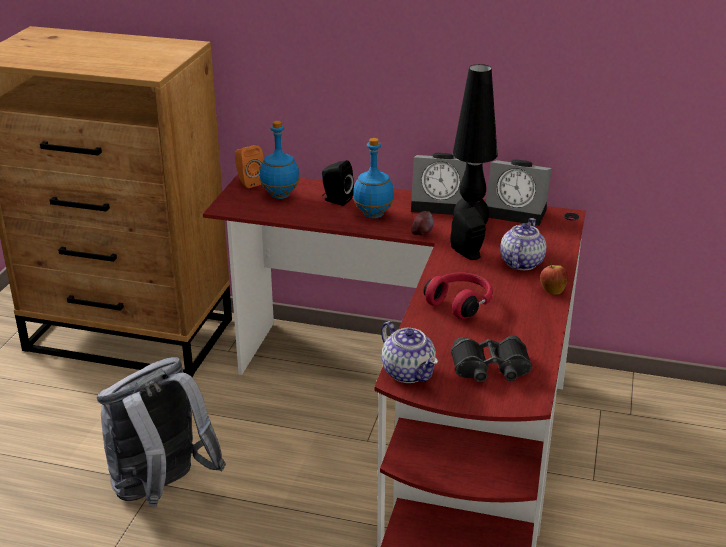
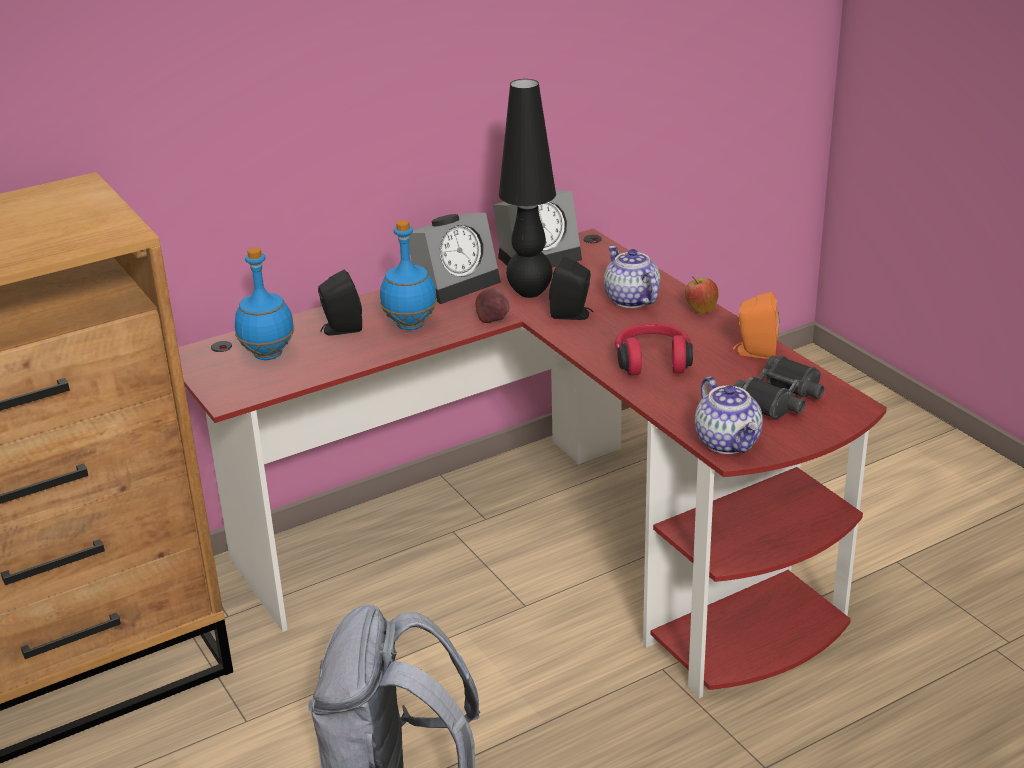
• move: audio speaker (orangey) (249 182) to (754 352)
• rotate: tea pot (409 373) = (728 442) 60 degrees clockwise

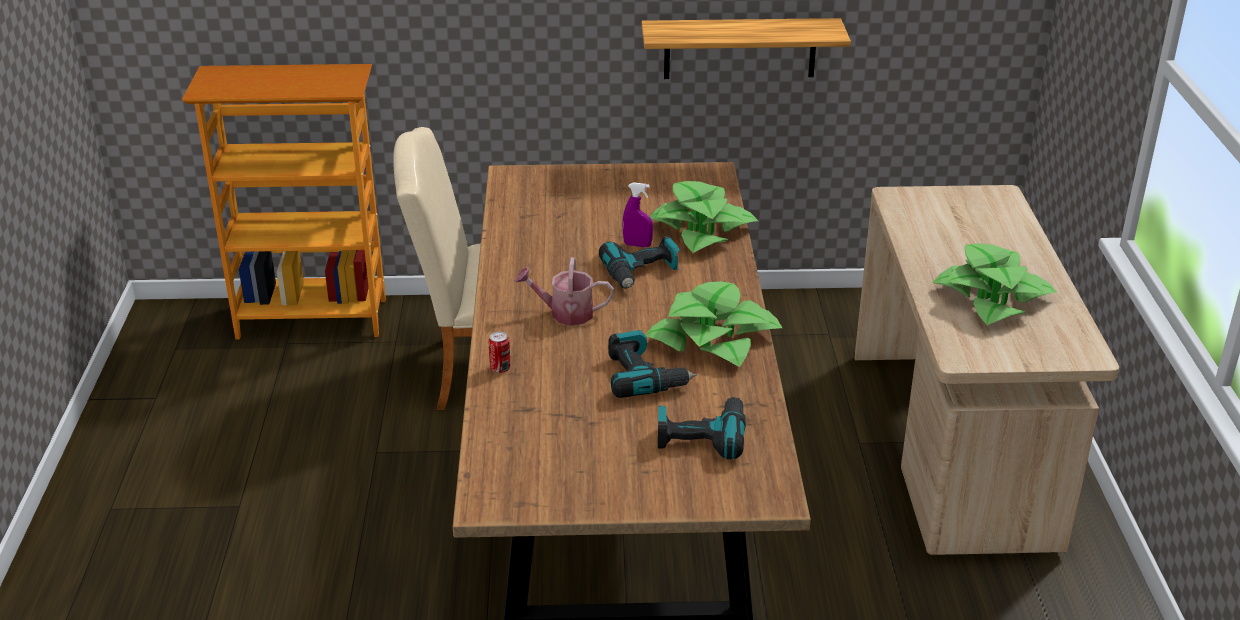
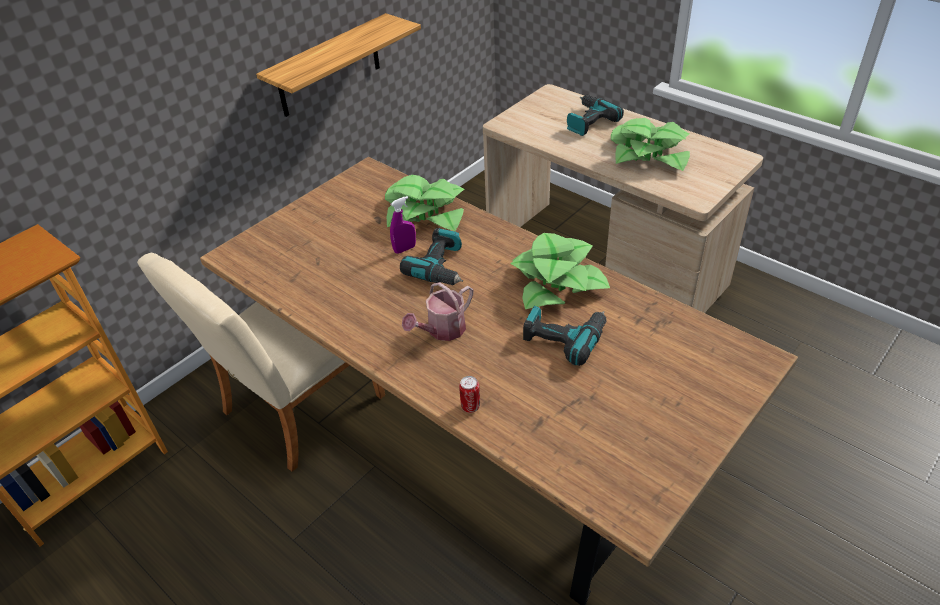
• move: power drill (701 435) to (588 121)

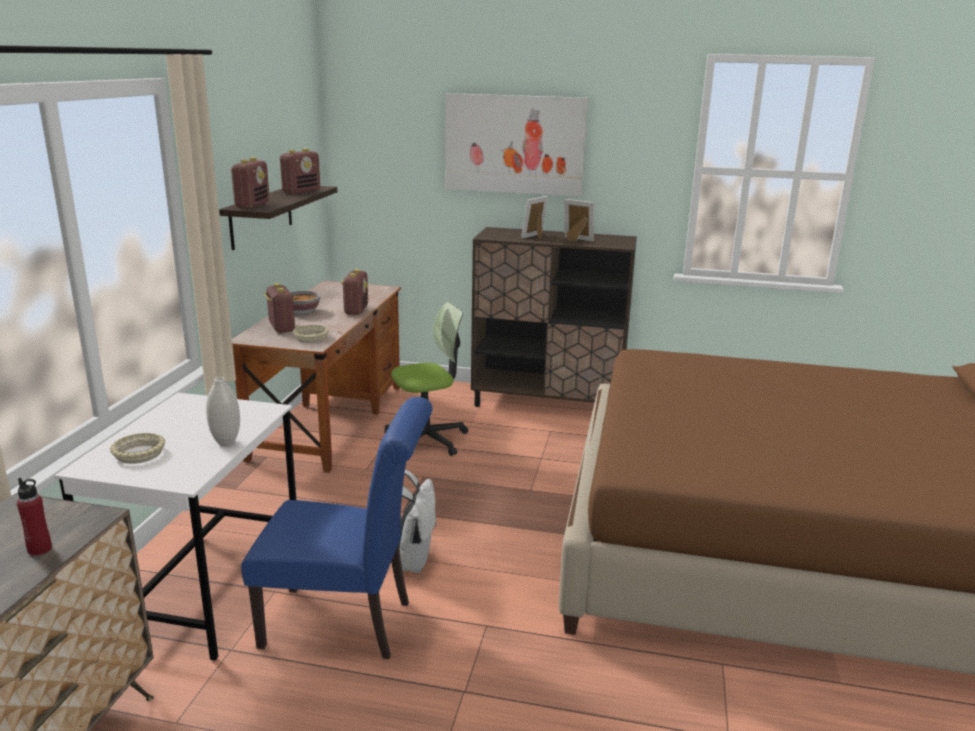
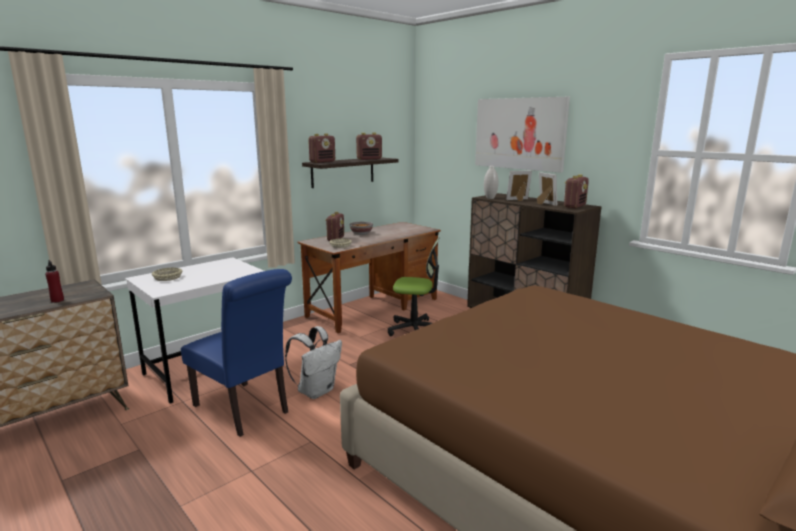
• move: flower vase (white) (226 442) to (490 198)
• move: radio set (356 310) to (574 206)

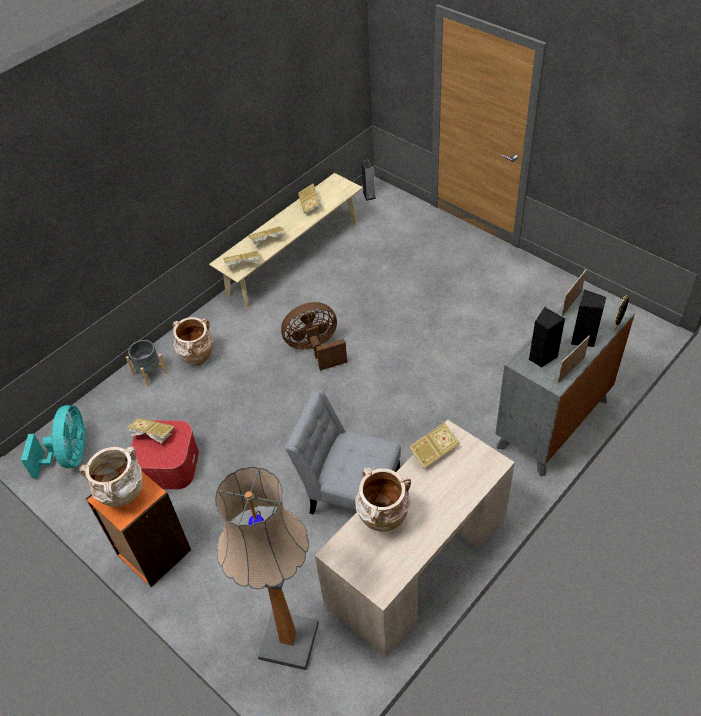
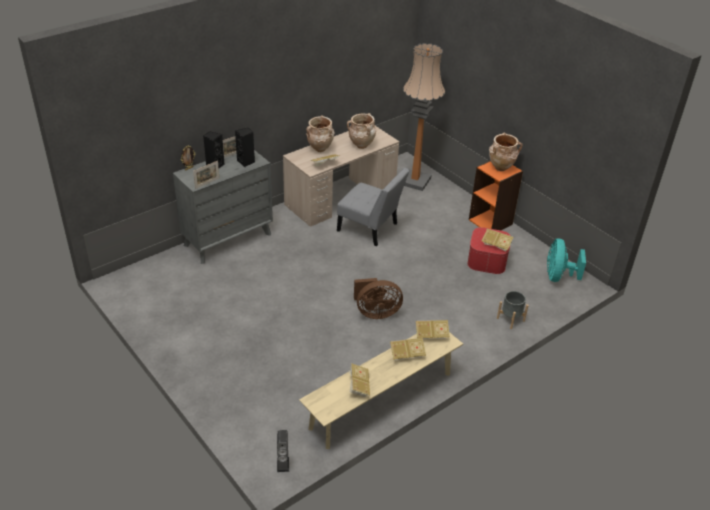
• move: flower vase (beige-coloured) (197 359) to (320 150)

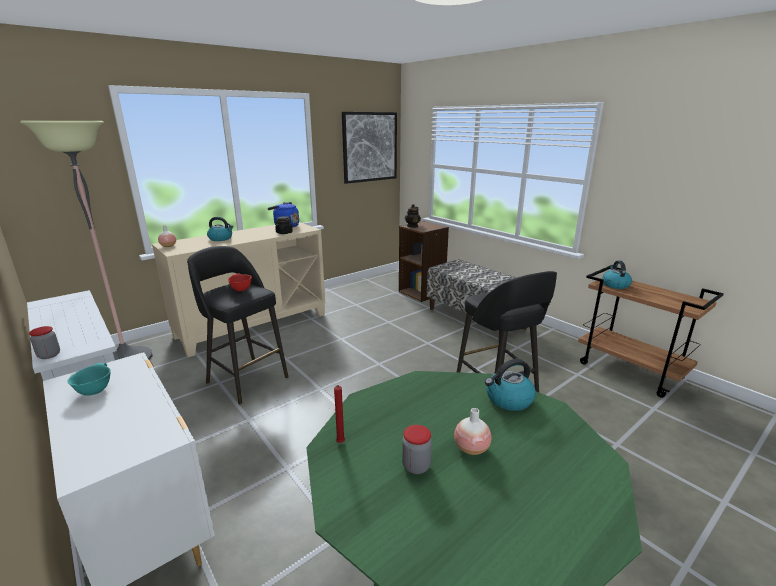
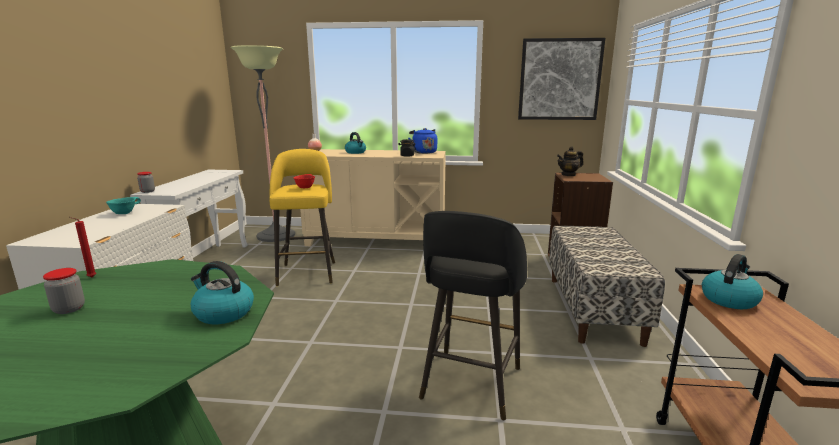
• delete: flower vase (471 448)
• recolor: sitting stool (blackish) (246 379) to sitting stool (yellowish) (307 272)

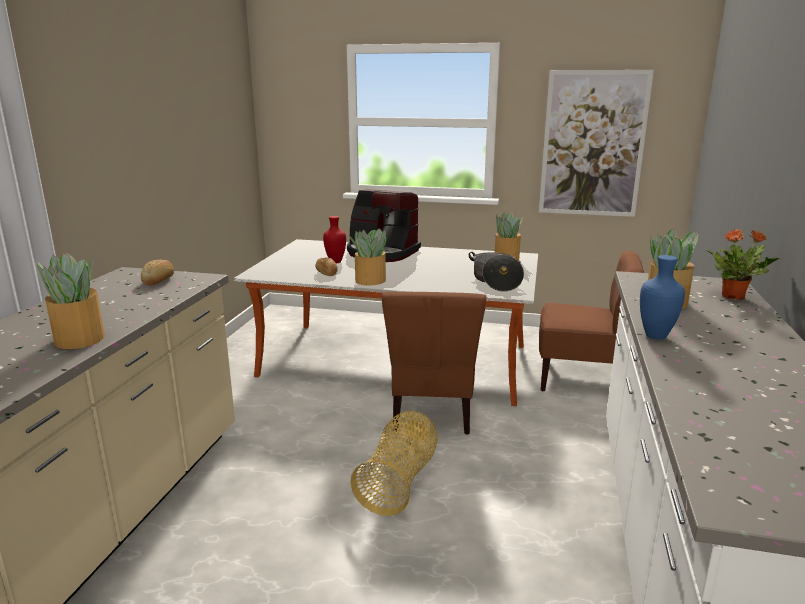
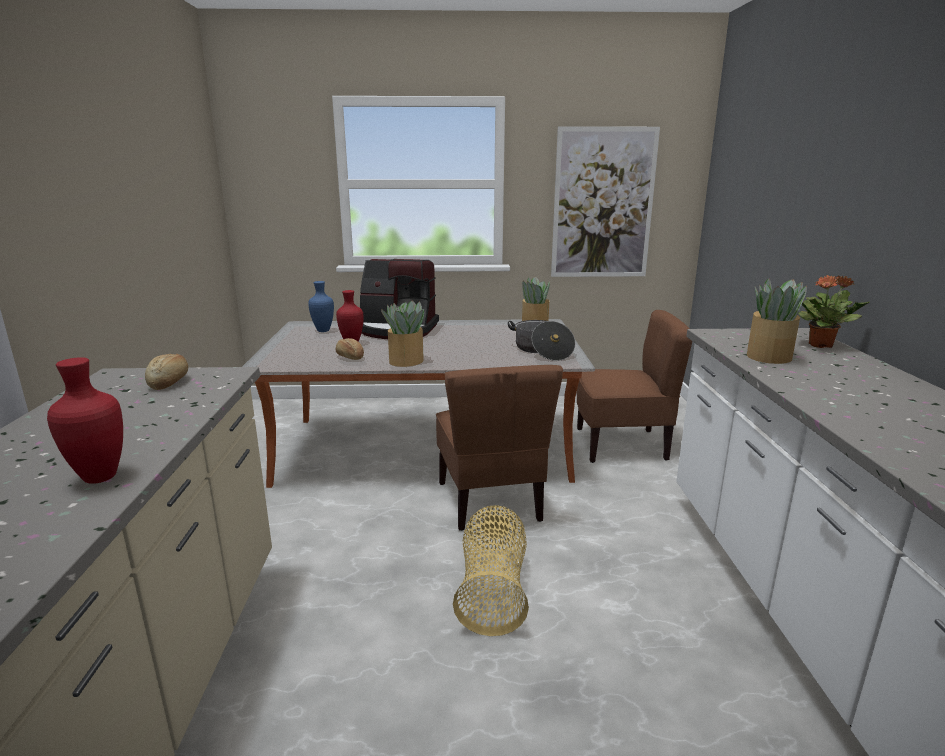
• move: flower vase (bluish) (656 337) to (323 331)
• replace: houseplant (79 339) to flower vase (reddish) (98 477)

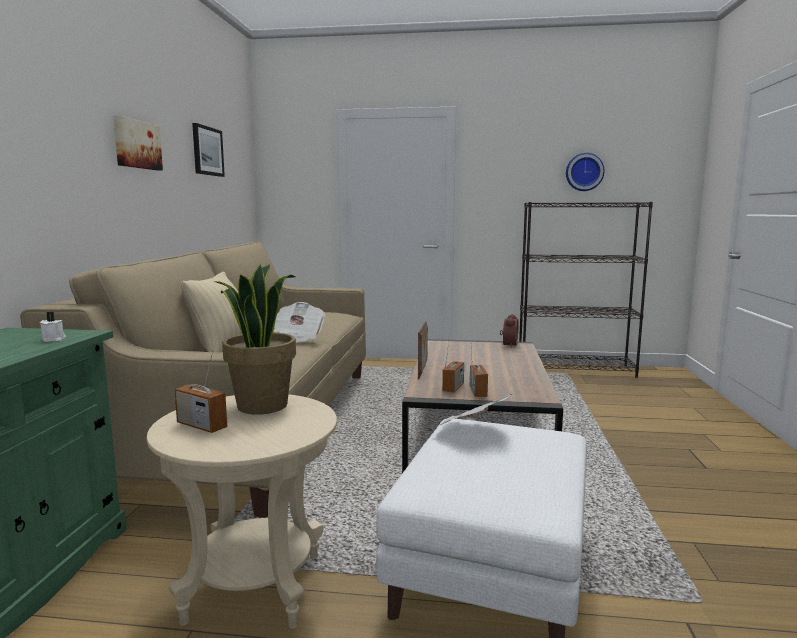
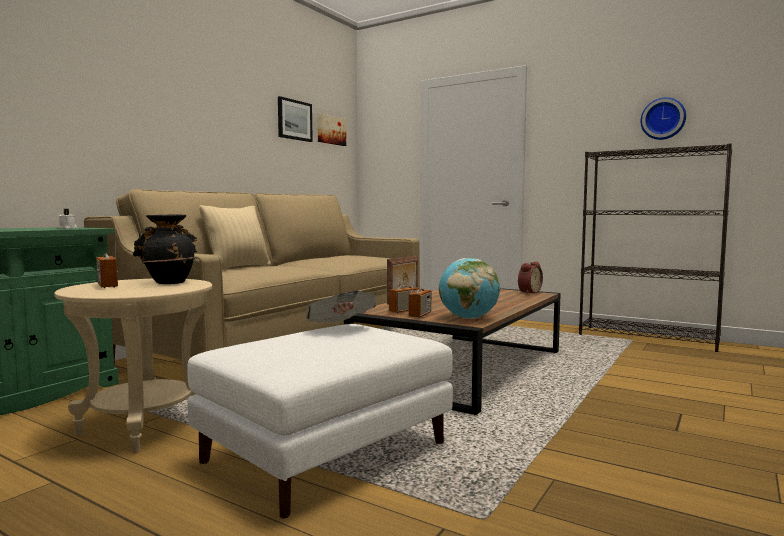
• delete: newspaper (298 337)
• insert: desk globe (468 318)
• move: wall picture (136 144) to (330 130)
• replace: houseplant (261 405) to flower vase (blackish) (169 282)

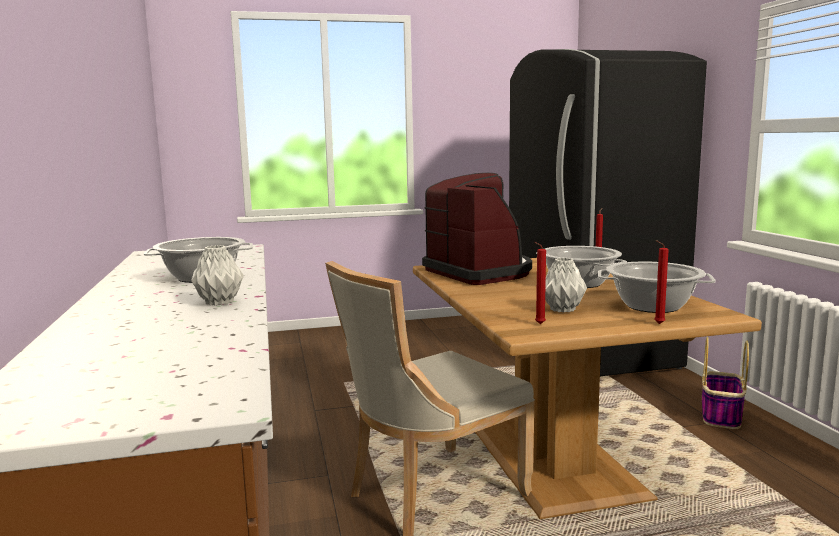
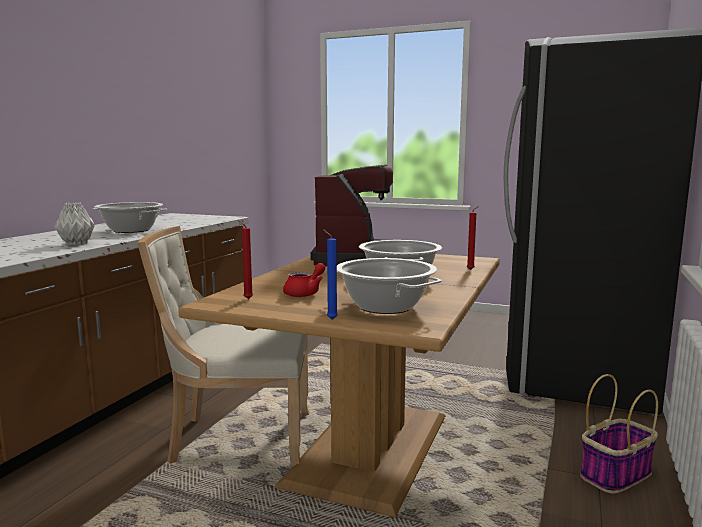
• replace: flower vase (grey) (562 309) to tea pot (reddish) (305 293)
• recolor: candle (reddish) (657 324) to candle (bluish) (330 319)

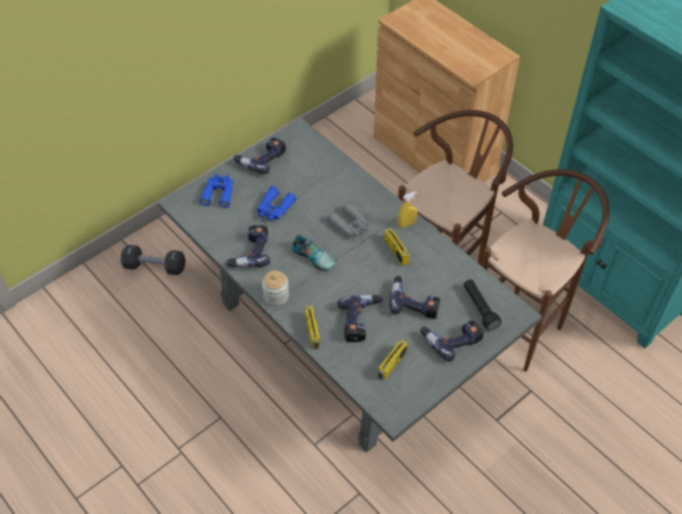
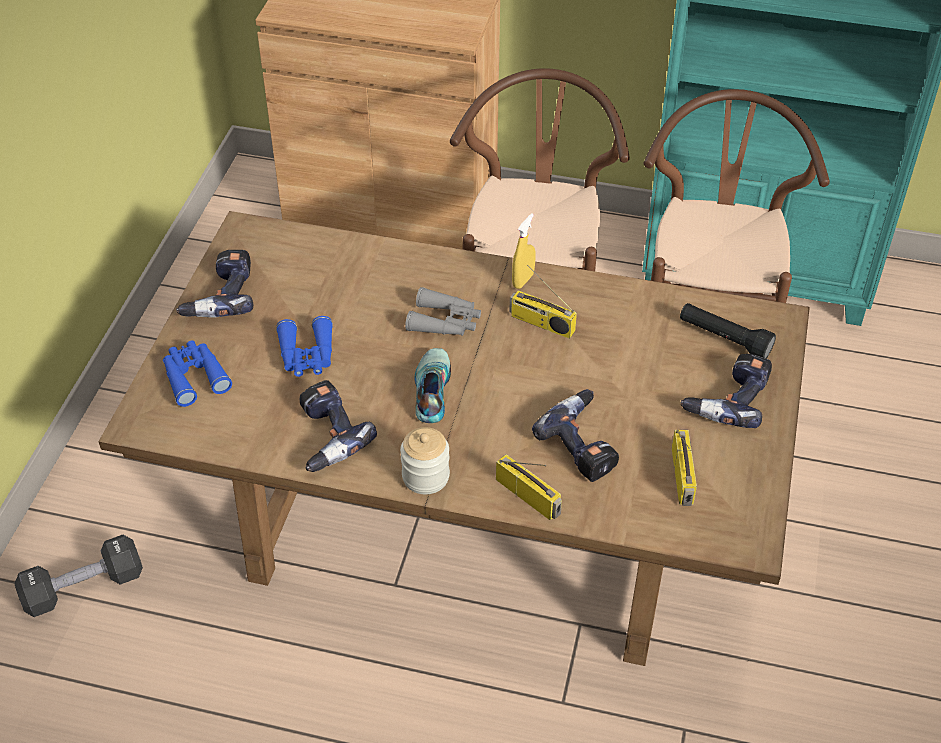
• delete: power drill (414 302)
• recolor: kitchen table (grey) (339 336) to kitchen table (brown-coloured) (467 527)
• rotate: shoe (314 256) = (430 390) 90 degrees counterclockwise

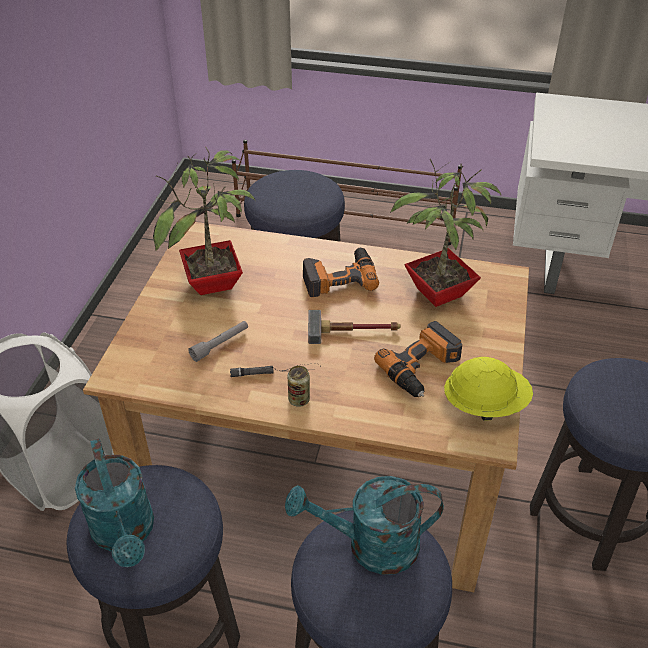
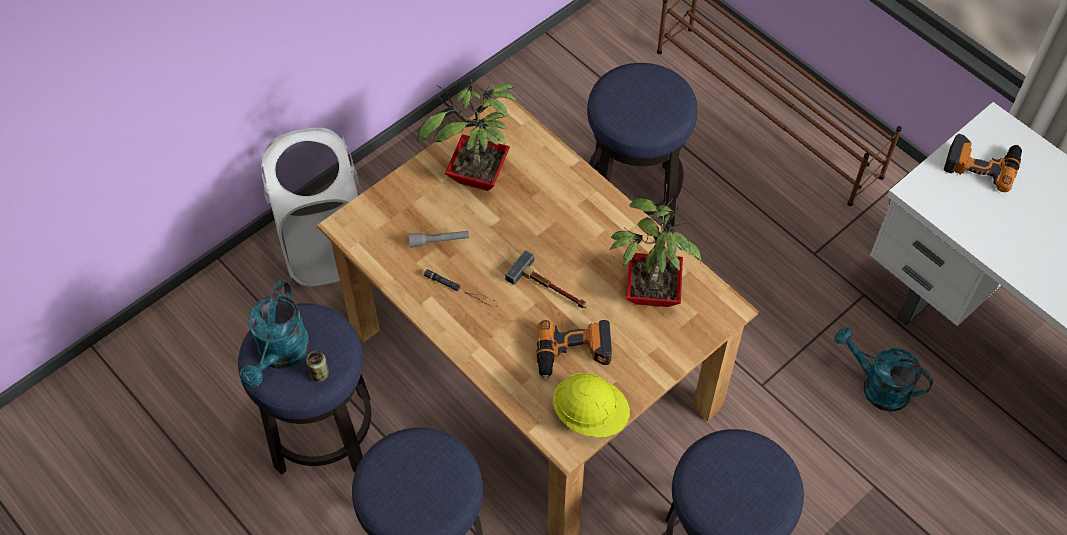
• move: sprinkling can (blue-green) (370 546) to (877 386)
• move: can (299 400) to (319 374)
• move: power drill (339 277) to (981 163)

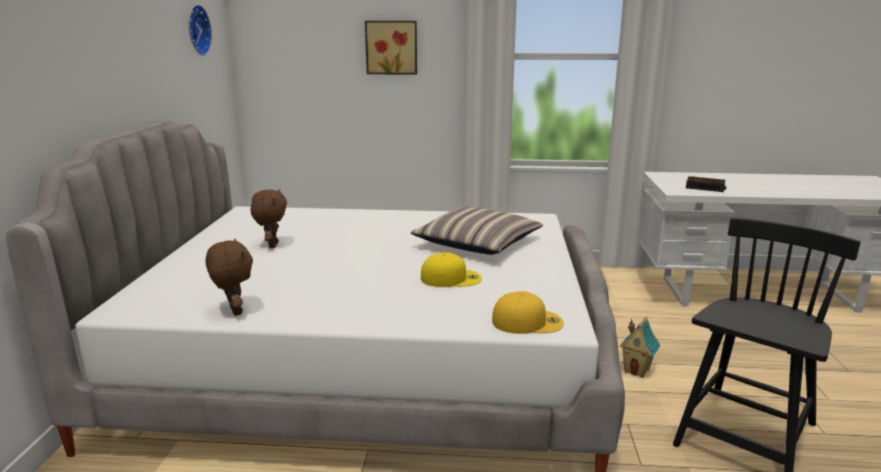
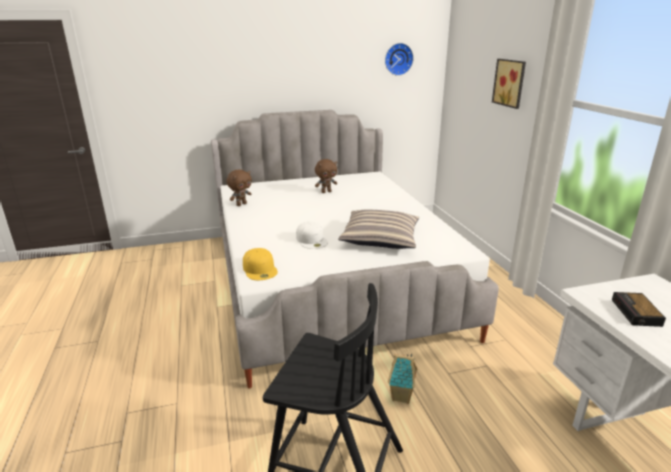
• recolor: peaked cap (yellowish) (451 278) to peaked cap (white) (312 240)

